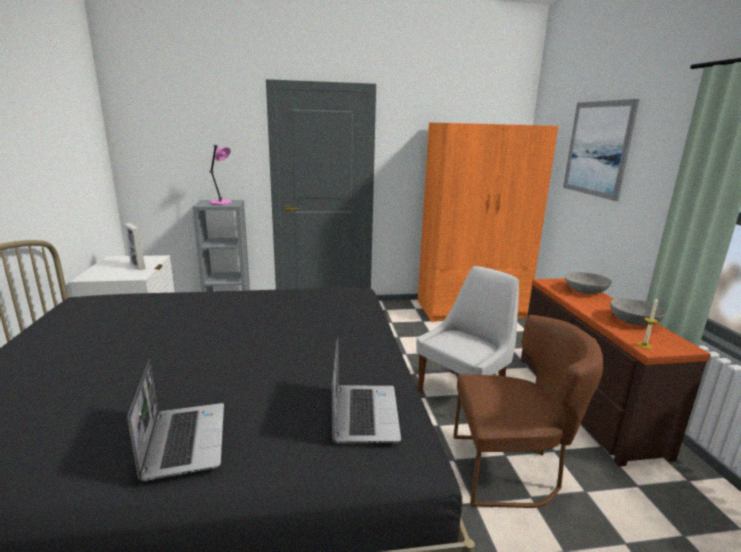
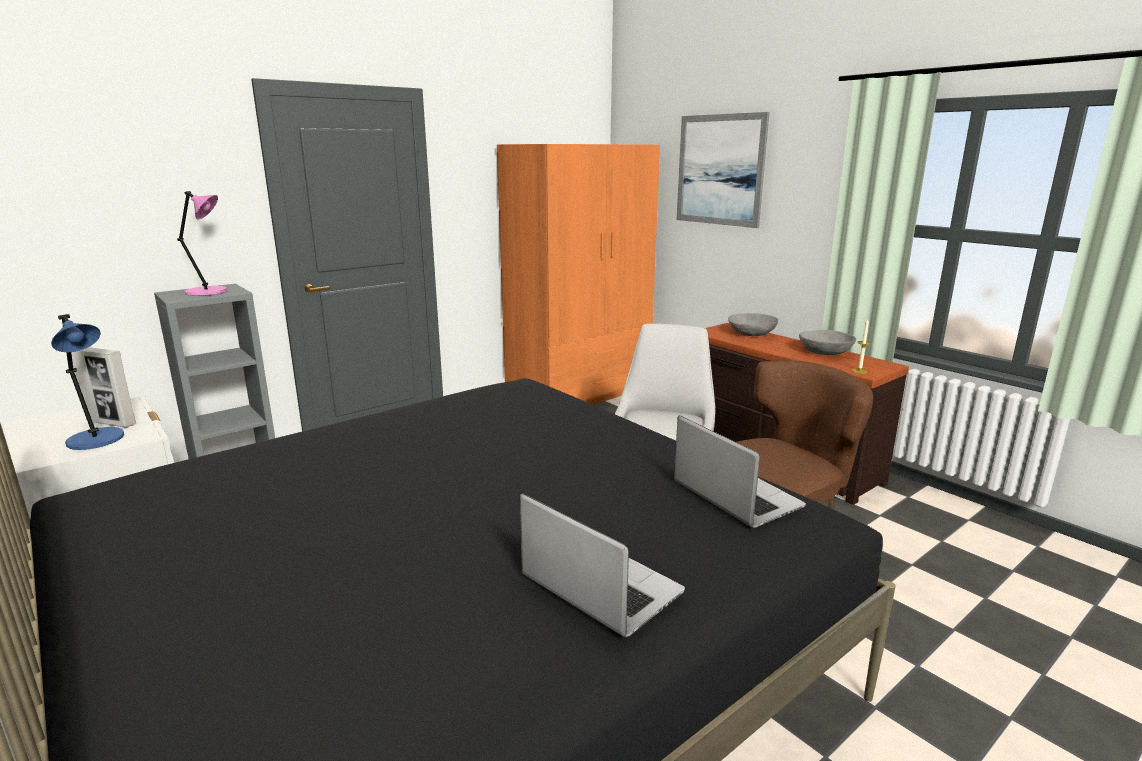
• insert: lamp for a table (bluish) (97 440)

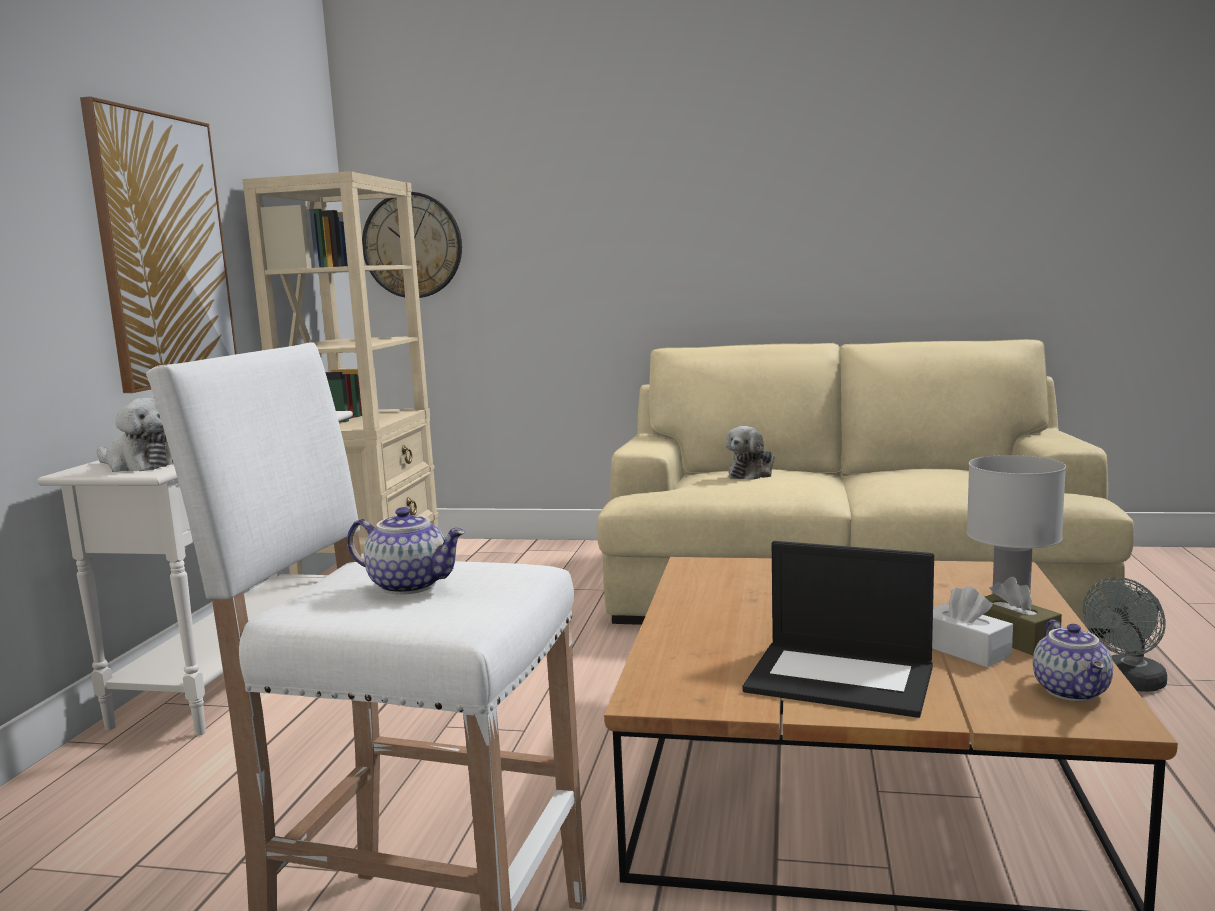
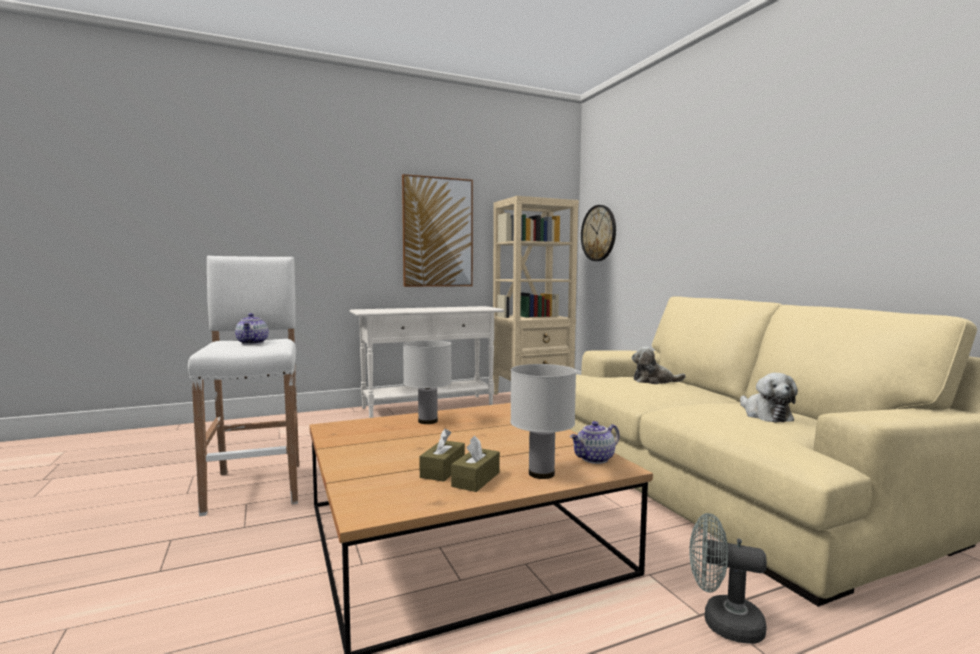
• delete: laptop (842 678)
• insert: lamp for a table (white) (427 421)
• move: cuddly toy (138 465) to (765 415)
• move: tea pot (1073 691) to (595 459)
• recolor: tissue holder (white) (964 650) to tissue holder (brown-coloured) (442 470)

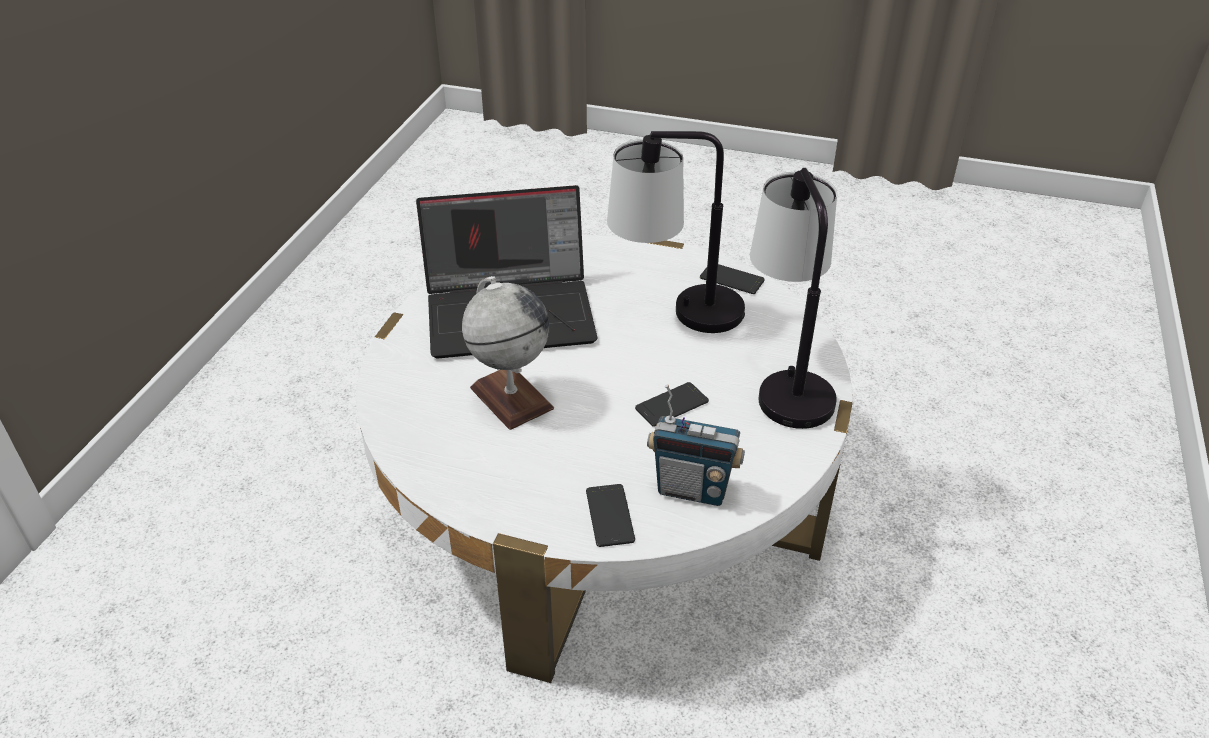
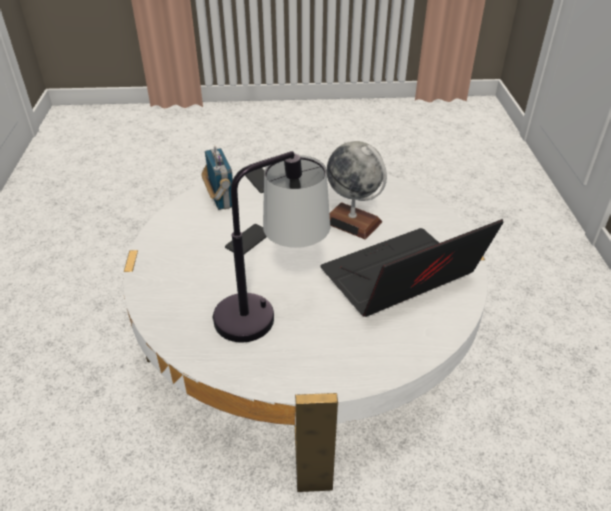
• delete: handset (731 279)
• delete: lamp for a table (784 378)
• rotate: radio set (692 489) = (221 200) 75 degrees clockwise

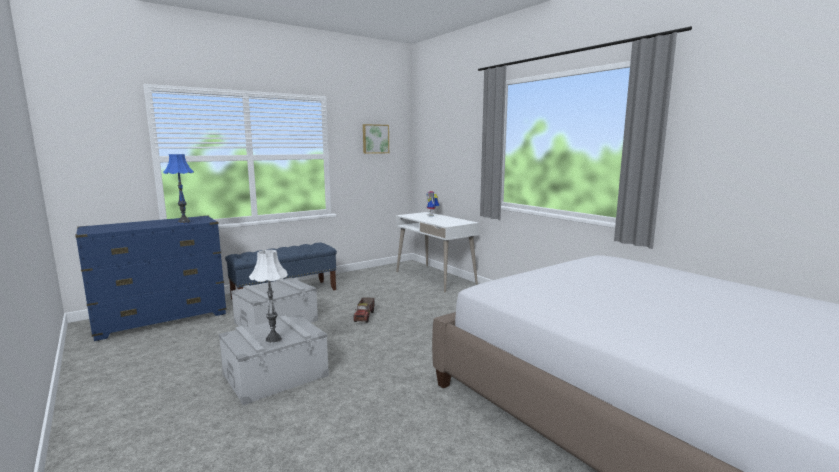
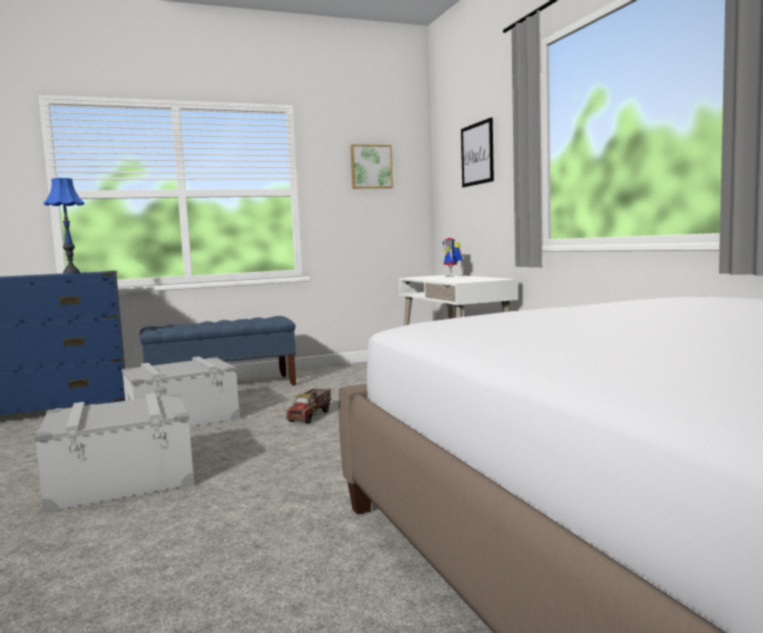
• delete: lamp for a table (white) (273 340)
• insert: wall picture (477 154)

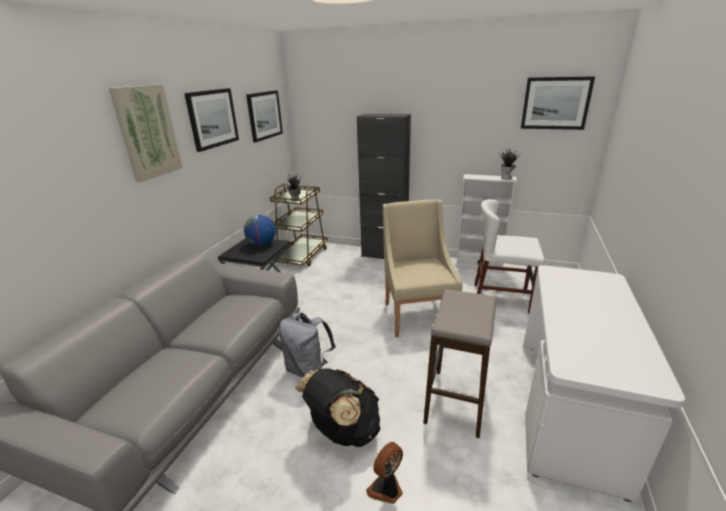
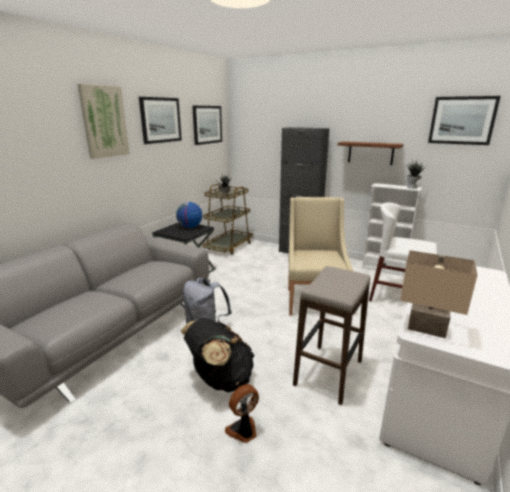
• insert: wall shelf (brown-coloured) (370 153)
• insert: lamp for a table (beige-coloured) (425 329)

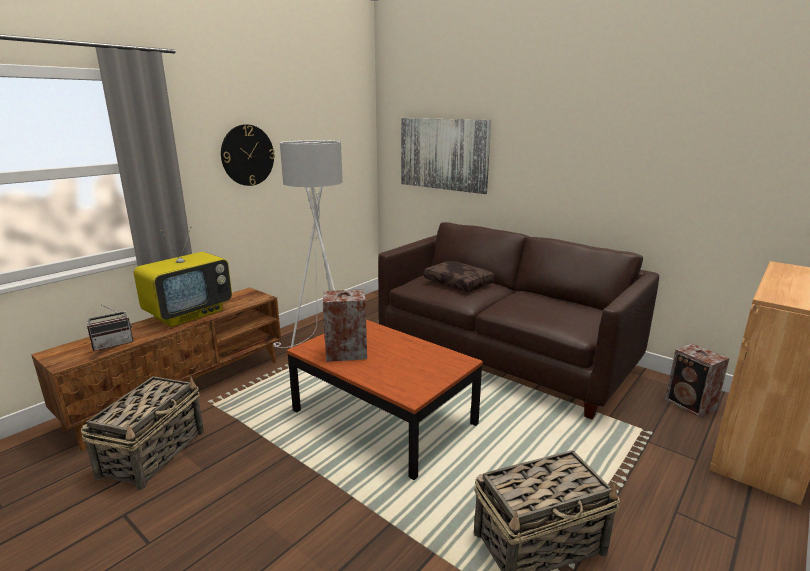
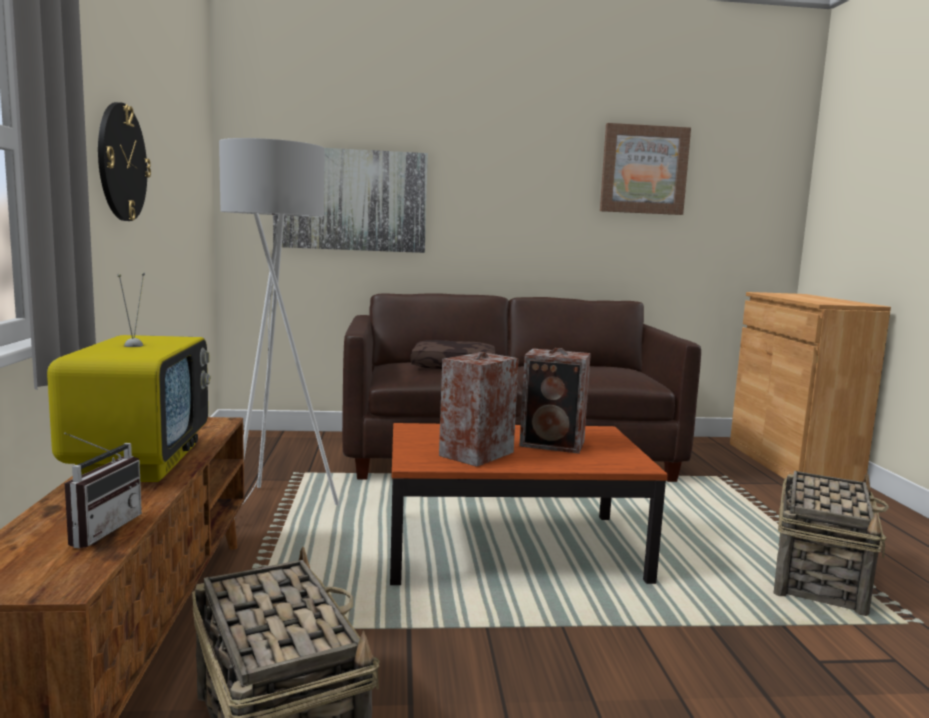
• insert: wall picture (643 170)
• move: audio speaker (691 405) to (554 444)

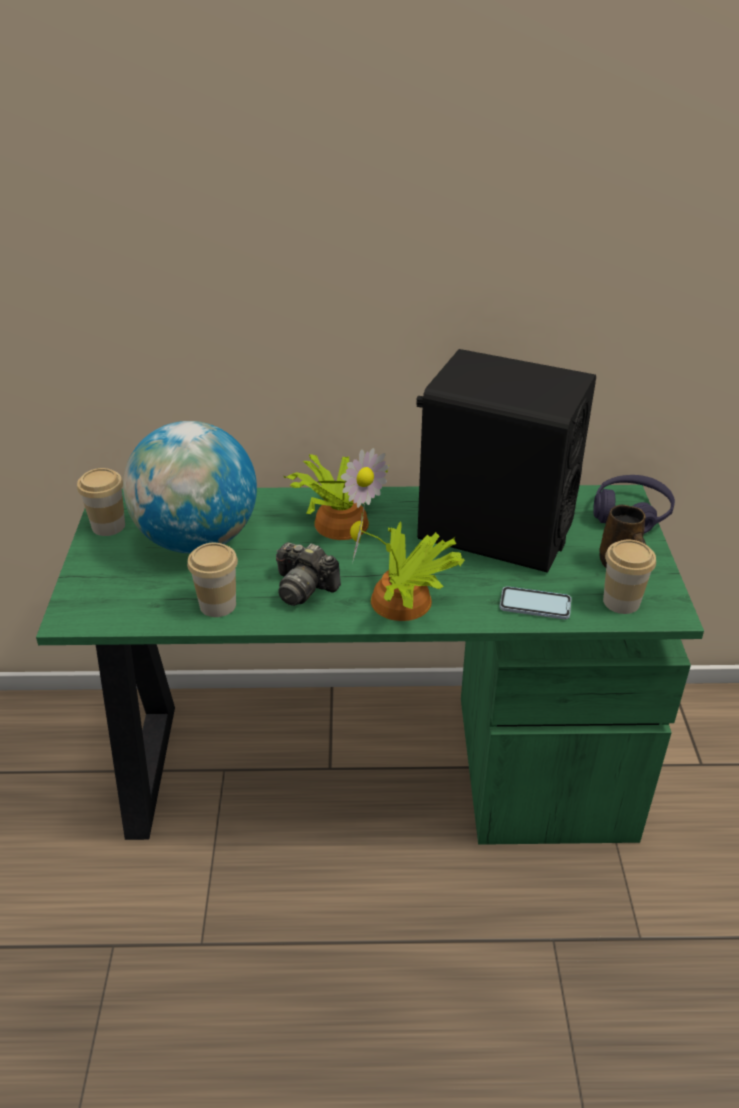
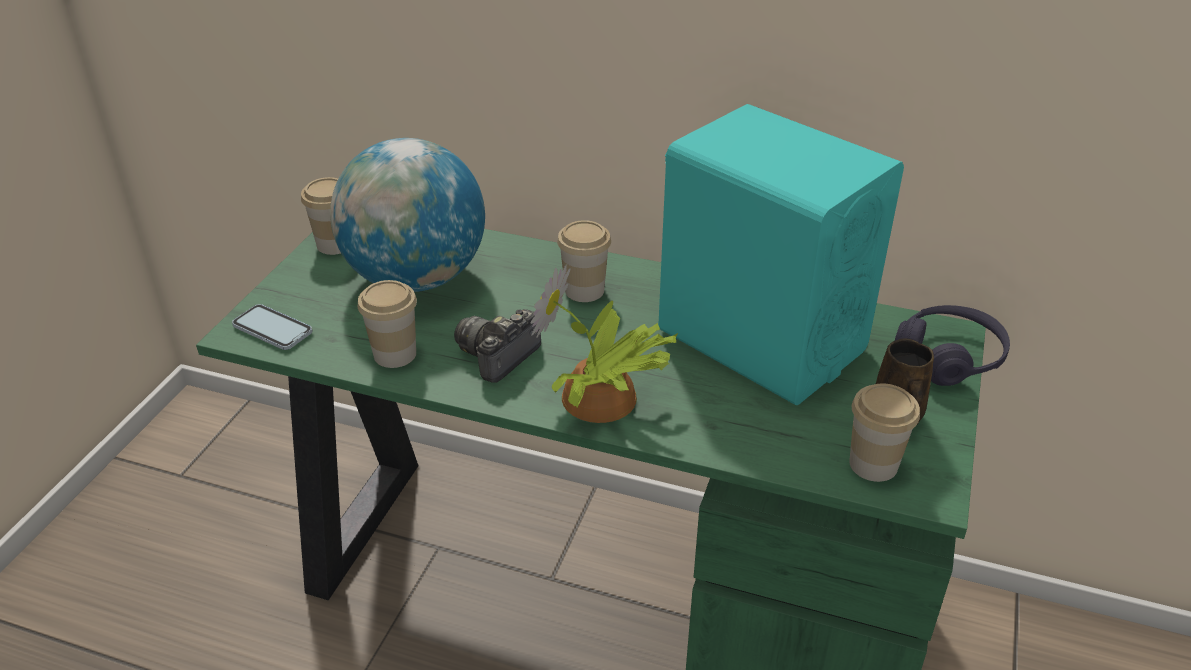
• move: handset (535 605) to (272 329)
• replace: houseplant (341 521) to cup (584 290)
• recolor: audio speaker (blackish) (495 530) to audio speaker (blue-green) (760 340)
• rotate: still camera (304 587) = (498 356) 75 degrees clockwise

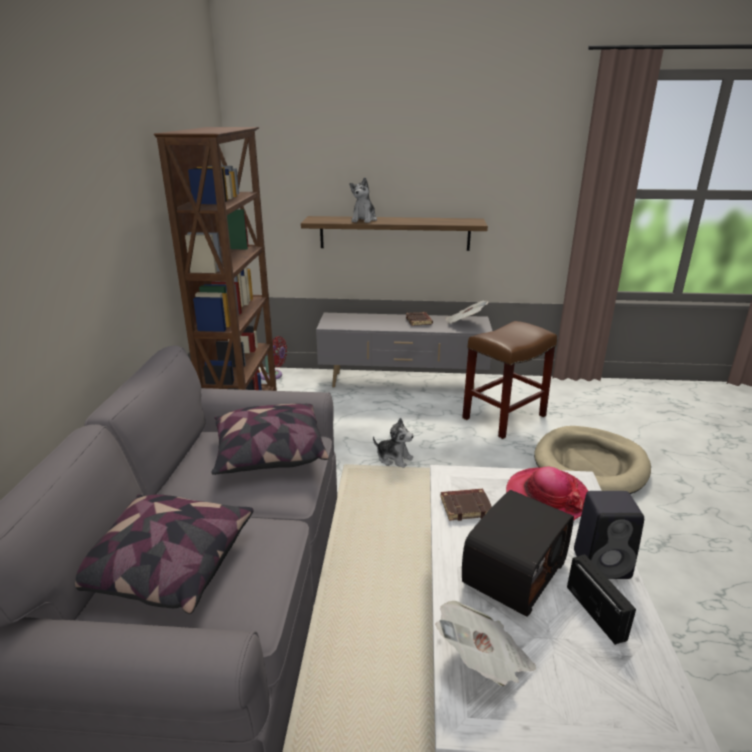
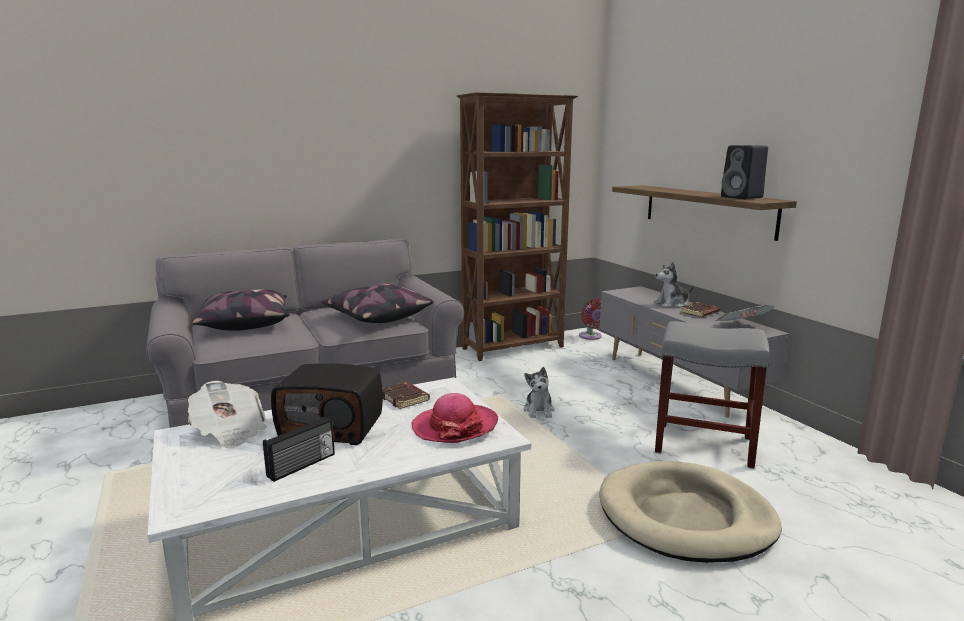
• move: cuddly toy (364 220) to (672 304)
• move: audio speaker (blackish) (603 564) to (743 197)
• recolor: sitting stool (brown-coloured) (504 416) to sitting stool (grey) (705 444)

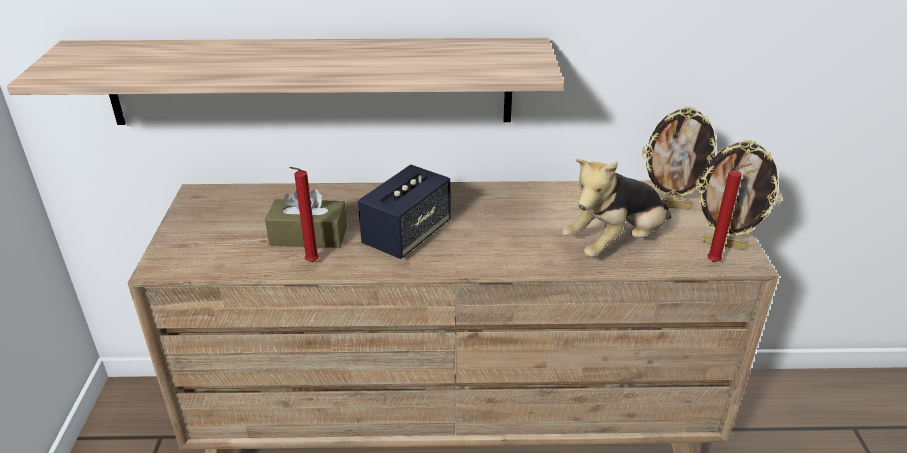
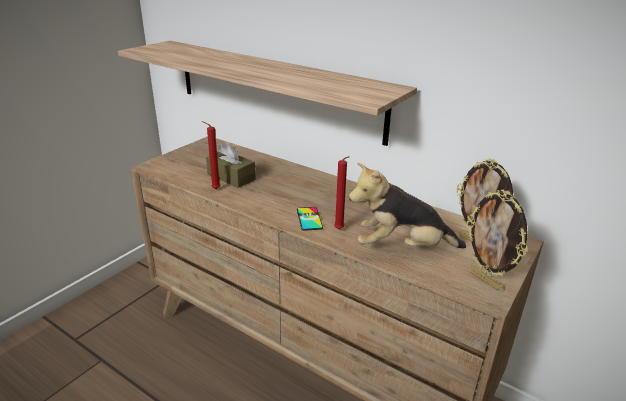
• delete: audio speaker (407 235)
• insert: handset (309 219)
• move: candle (reddish) (716 262) to (340 230)

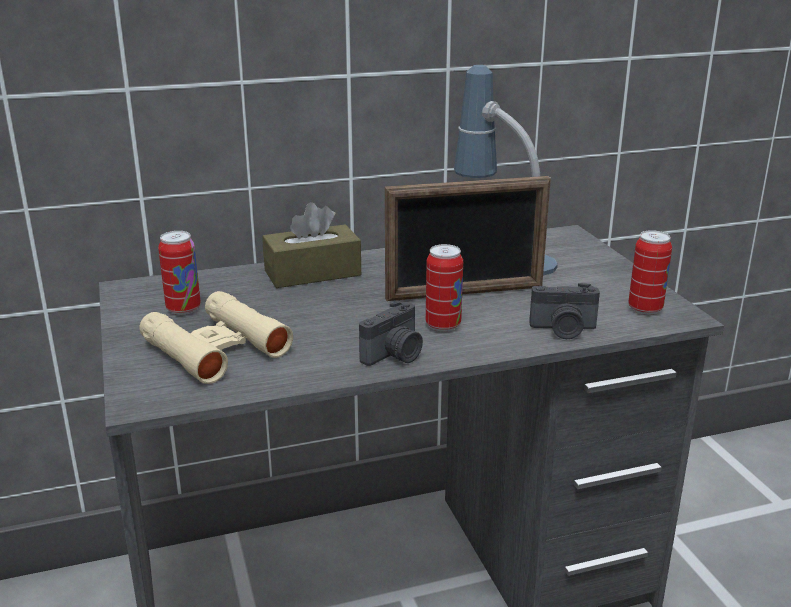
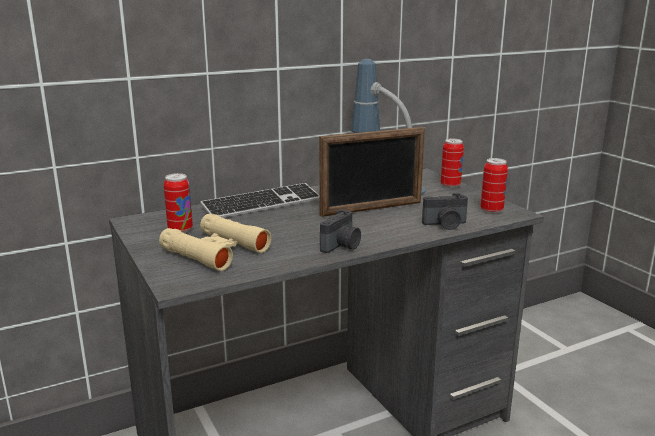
• move: can (443 325) to (450 185)
• replace: tissue holder (brown-coloured) (312 273) to PC keyboard (262 204)

